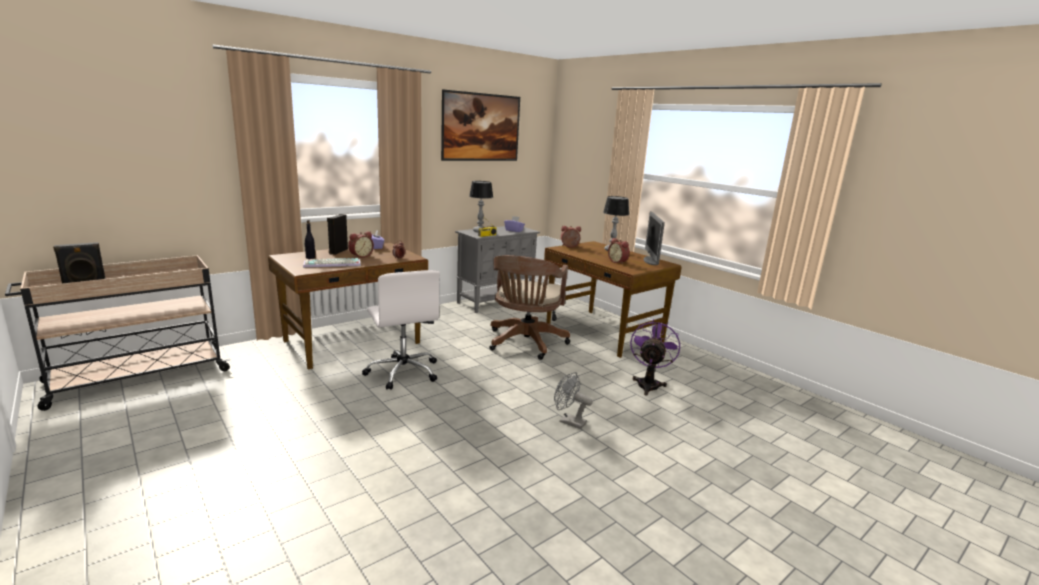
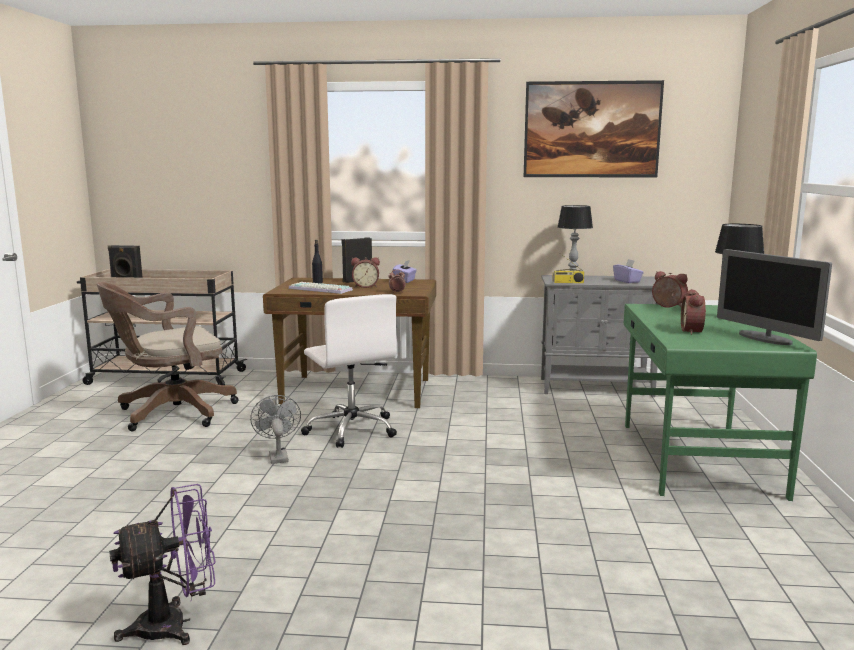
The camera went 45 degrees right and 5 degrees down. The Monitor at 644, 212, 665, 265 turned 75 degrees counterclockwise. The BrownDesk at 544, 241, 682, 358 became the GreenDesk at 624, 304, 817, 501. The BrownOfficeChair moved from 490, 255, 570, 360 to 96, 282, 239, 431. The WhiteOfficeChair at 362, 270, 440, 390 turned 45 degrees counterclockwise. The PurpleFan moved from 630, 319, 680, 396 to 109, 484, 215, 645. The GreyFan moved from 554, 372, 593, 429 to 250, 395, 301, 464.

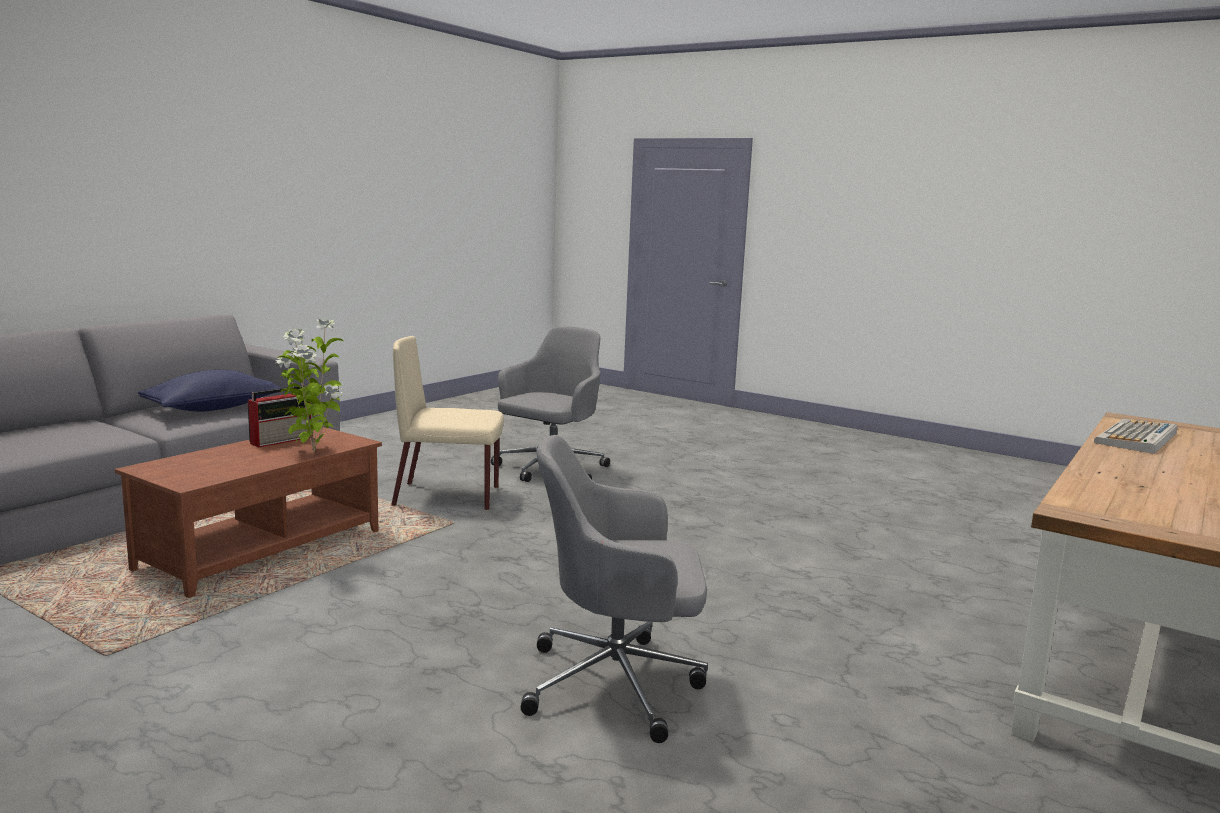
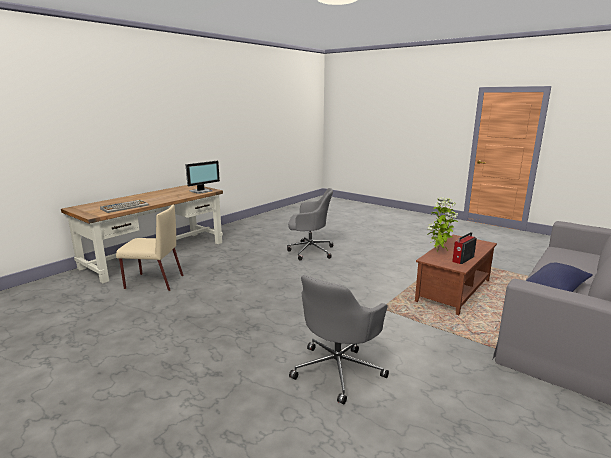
The camera went 175 degrees left and 5 degrees up. The BeigeChair moved from 391, 336, 504, 511 to 116, 205, 184, 291. The Monitor at 185, 161, 220, 194 appeared.

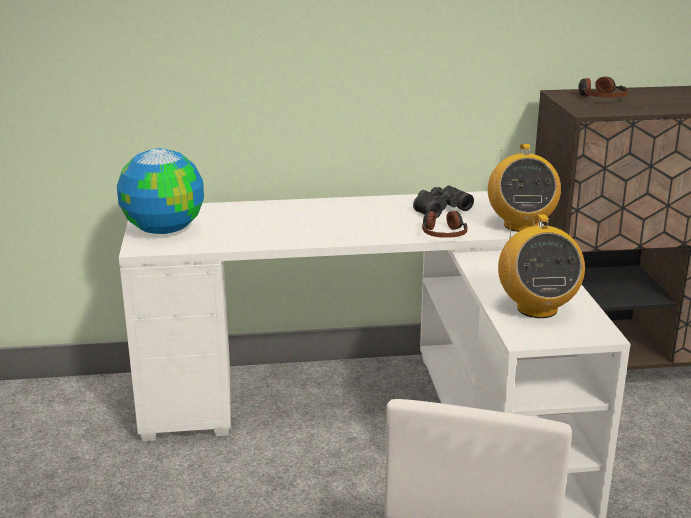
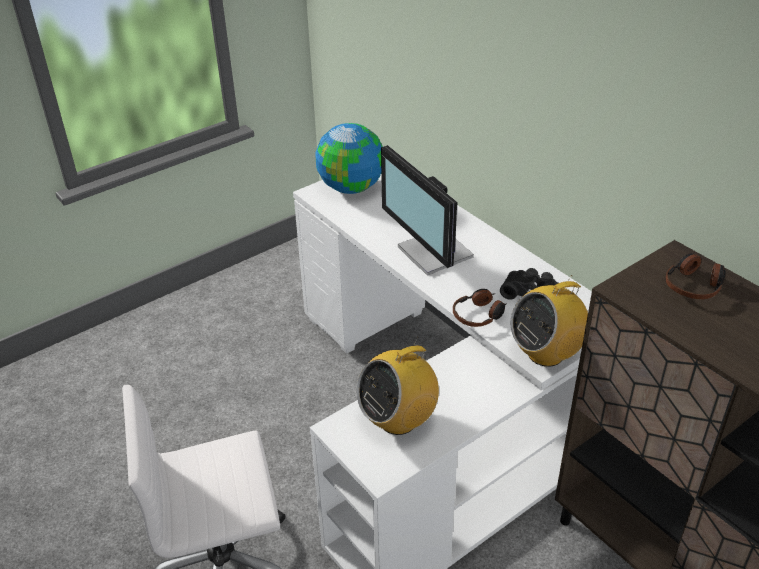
The camera went 60 degrees right and 15 degrees up. The Monitor at 381, 145, 474, 276 appeared.

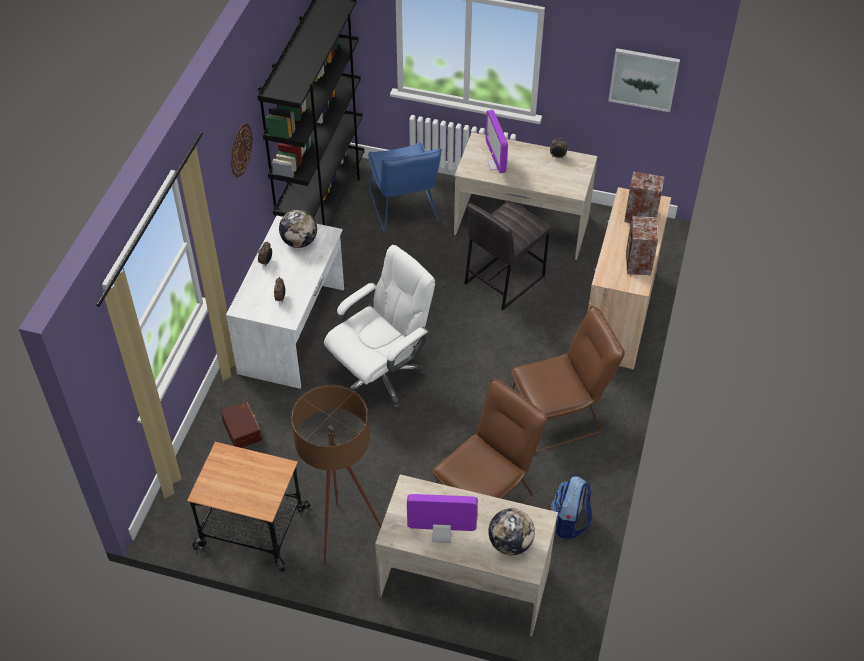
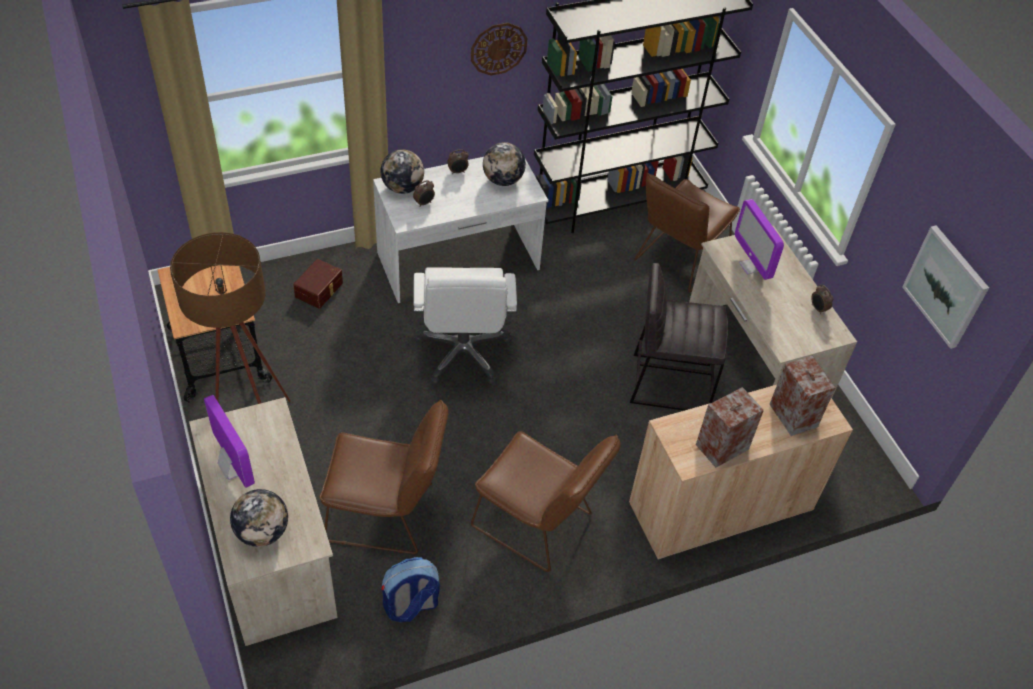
The camera went 50 degrees right and 0 degrees up. The Monitor at 485, 110, 508, 173 turned 60 degrees counterclockwise. The BlueChair at 368, 143, 442, 232 became the BrownChair at 634, 173, 740, 292. The WhiteOfficeChair at 324, 245, 435, 409 turned 75 degrees clockwise. The Globe at 380, 149, 424, 194 appeared.

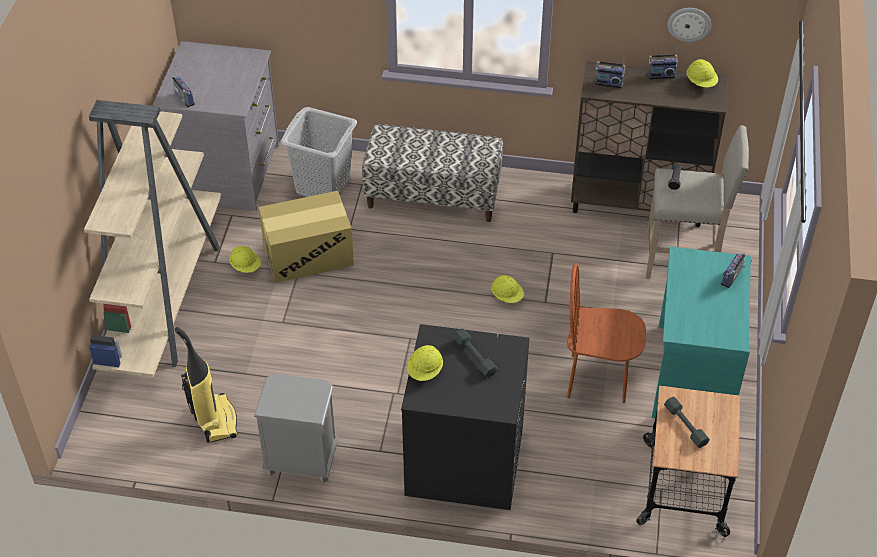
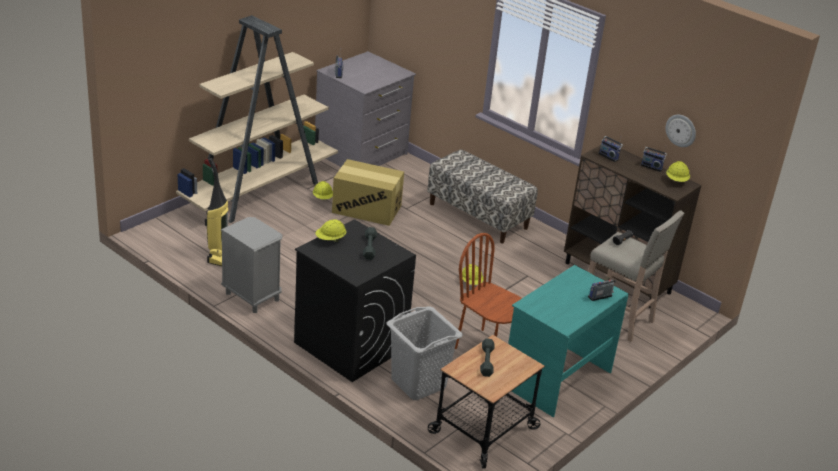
The camera went 30 degrees right and 15 degrees down. The GreyLaundryBasket moved from 281, 107, 357, 197 to 387, 306, 463, 400.

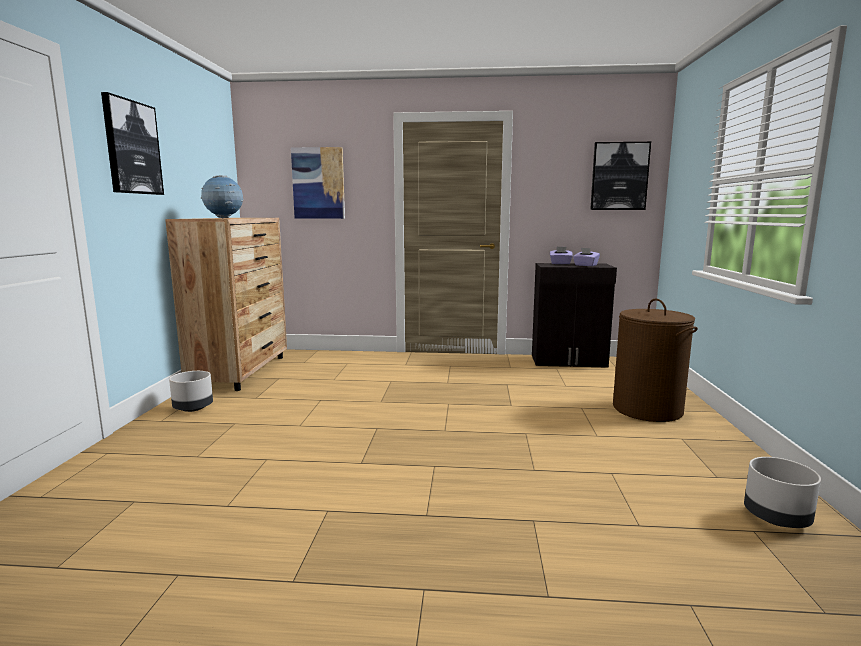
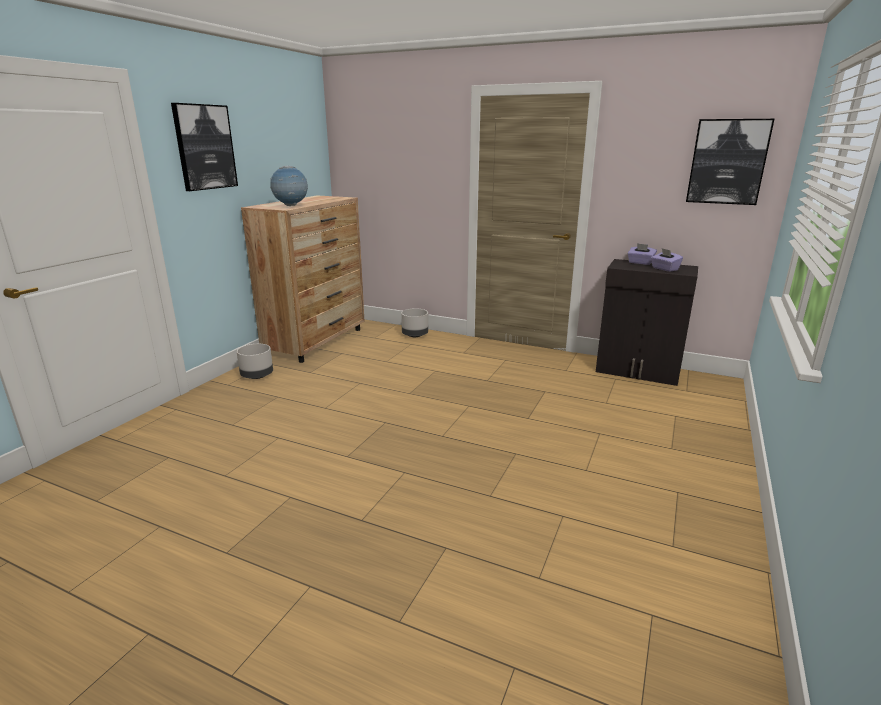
The camera went 20 degrees right and 10 degrees up. The Picture at 291, 147, 345, 219 disappeared. The BrownLaundryBasket at 613, 299, 698, 422 disappeared. The GreyPlanter moved from 744, 457, 821, 528 to 401, 308, 428, 337.

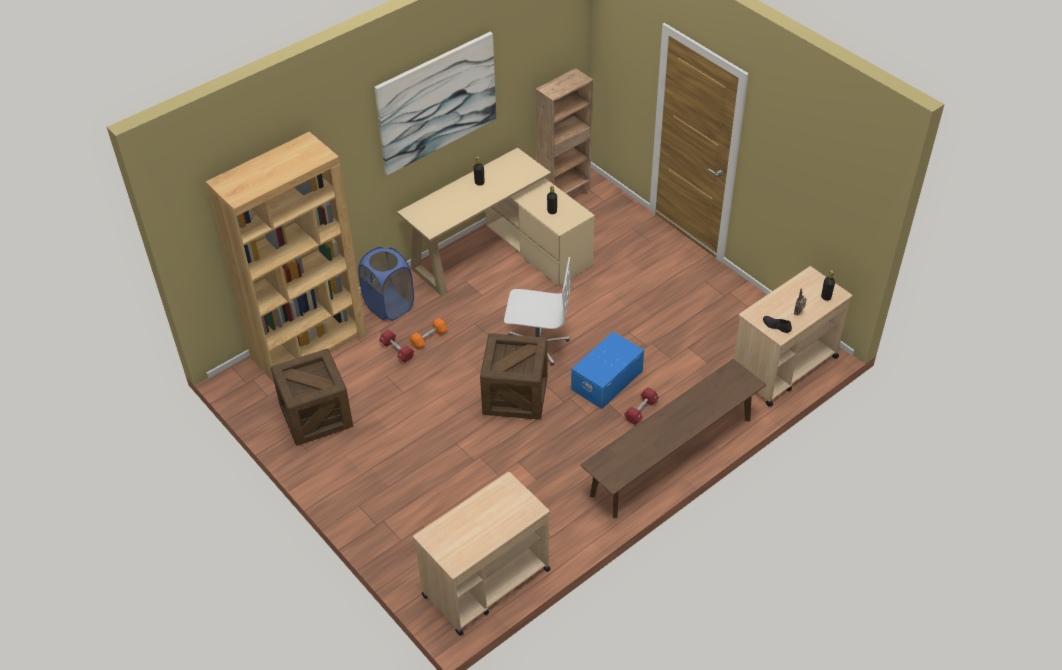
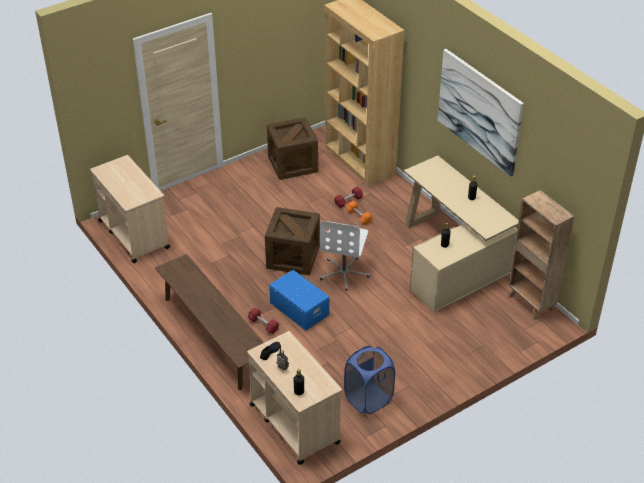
The camera went 95 degrees right and 5 degrees down. The BlueLaundryBasket moved from 358, 247, 414, 321 to 344, 346, 395, 414.

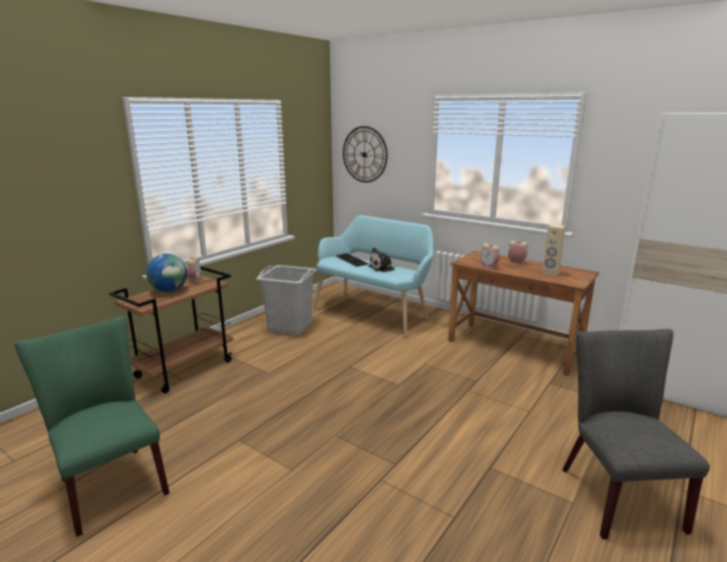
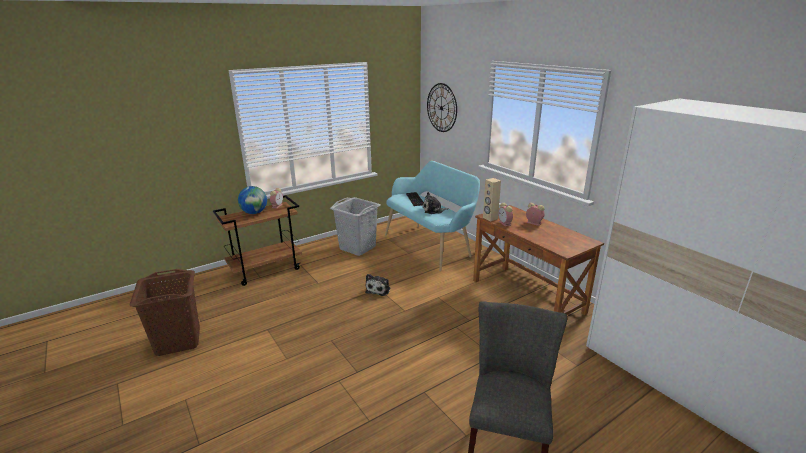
The camera went 20 degrees right and 5 degrees up. The BeigeSpeaker moved from 542, 224, 566, 277 to 483, 178, 501, 221. The GreenChair at 15, 316, 169, 537 was replaced by the BrownLaundryBasket at 129, 269, 200, 356. The PlushToy at 365, 274, 390, 296 appeared.

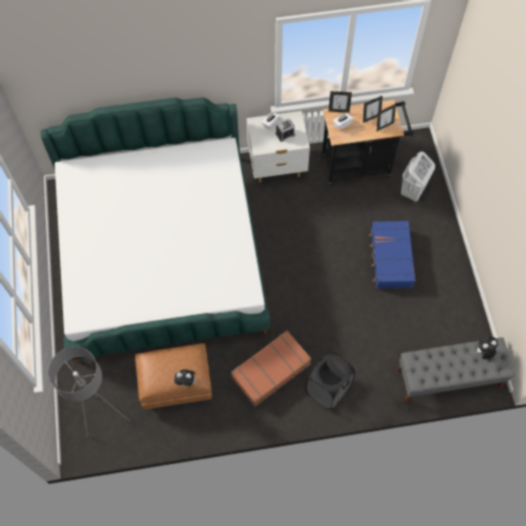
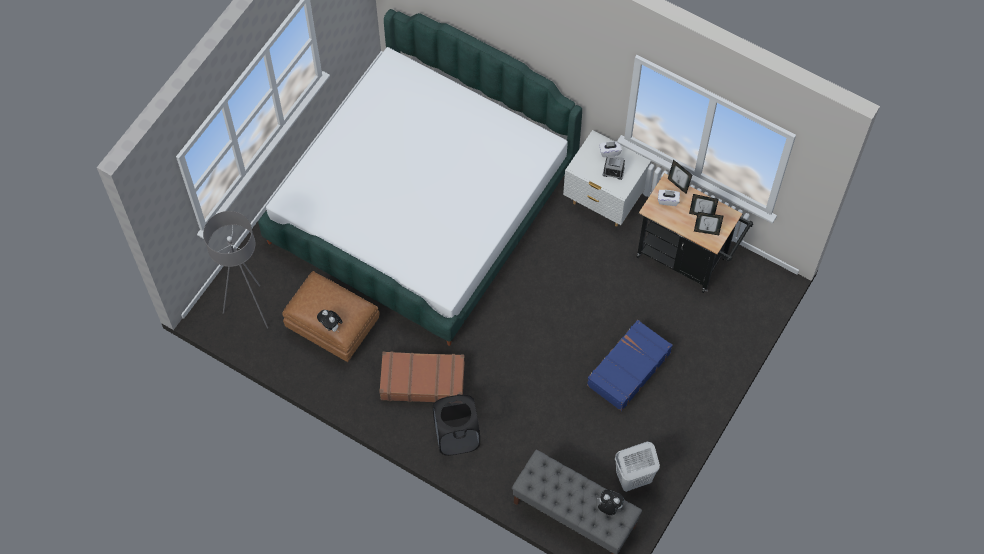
The camera went 40 degrees right and 0 degrees up. The WhiteLaundryBasket moved from 401, 151, 435, 202 to 615, 442, 660, 492.

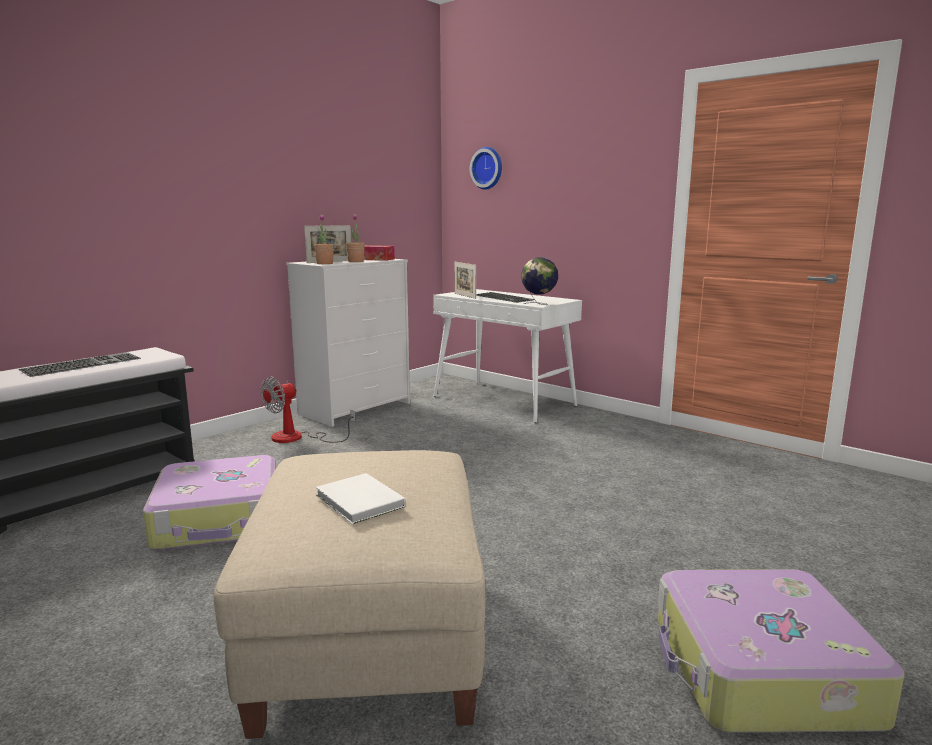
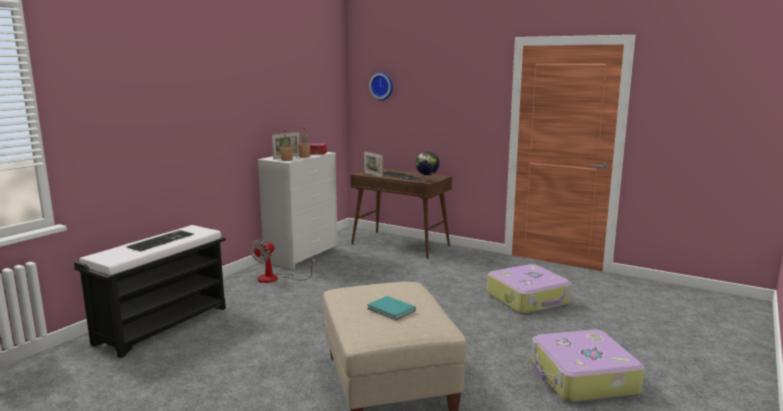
The camera went 10 degrees left and 0 degrees up. The WhiteConsoleTable at 433, 289, 582, 423 became the BrownConsoleTable at 351, 169, 452, 259. The Suitcase moved from 143, 455, 276, 550 to 487, 264, 572, 314. The WhiteBook at 316, 473, 405, 524 became the TurquoiseBook at 367, 296, 416, 320.

